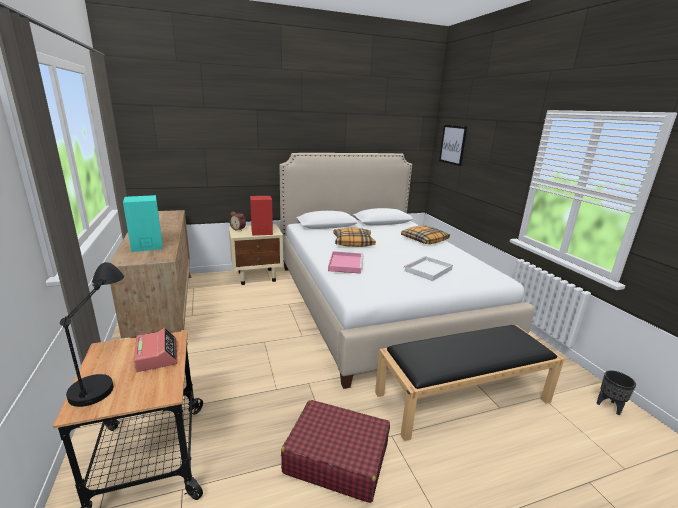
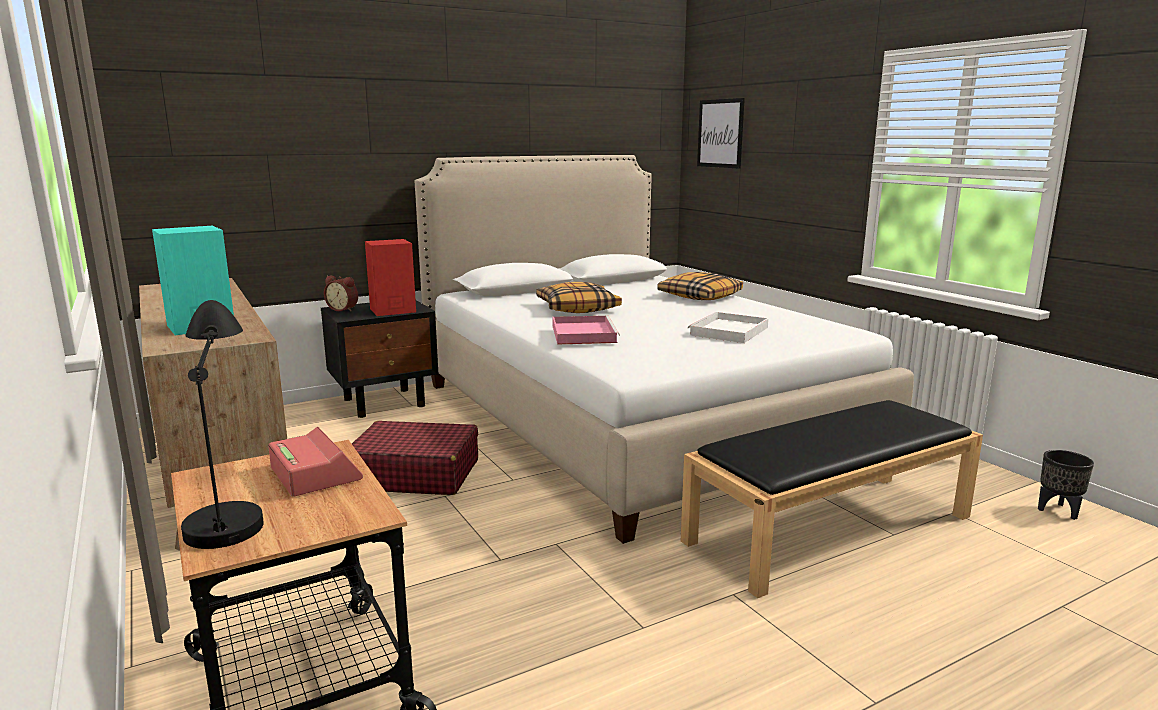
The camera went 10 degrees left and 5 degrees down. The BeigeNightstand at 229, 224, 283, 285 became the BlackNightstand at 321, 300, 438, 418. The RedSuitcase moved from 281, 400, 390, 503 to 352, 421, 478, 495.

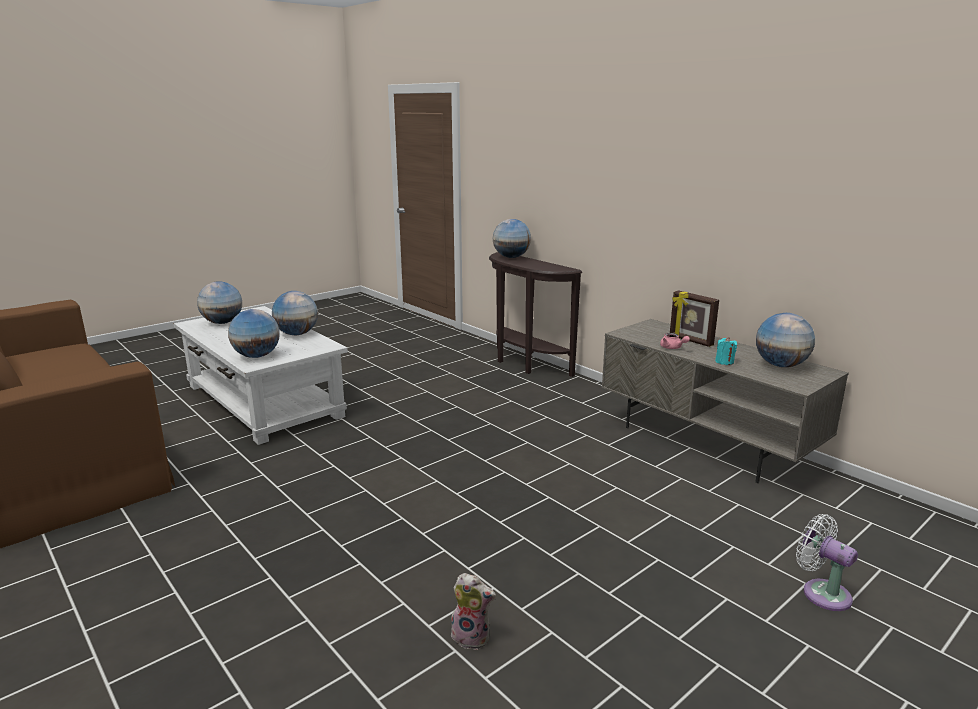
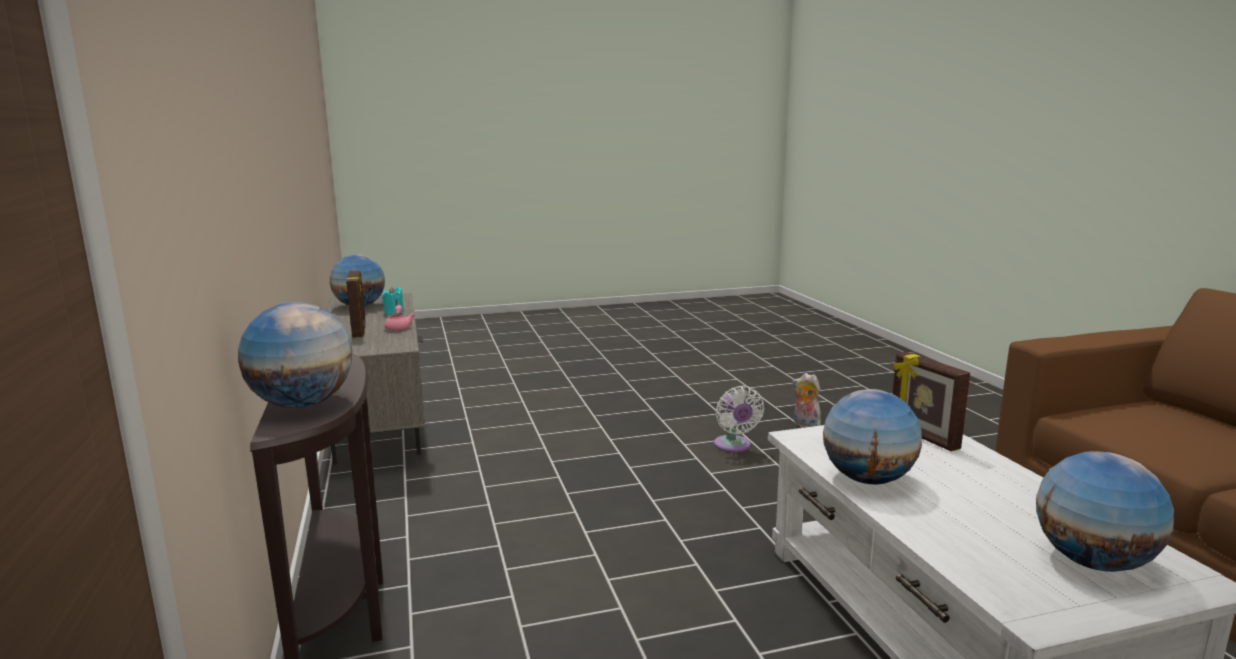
The camera went 155 degrees left and 5 degrees down. The Globe at 228, 309, 280, 358 was replaced by the PictureFrame at 892, 352, 970, 451. The WhiteFan moved from 796, 514, 858, 611 to 714, 386, 764, 452. The PlushToy moved from 451, 573, 496, 650 to 792, 373, 821, 428.

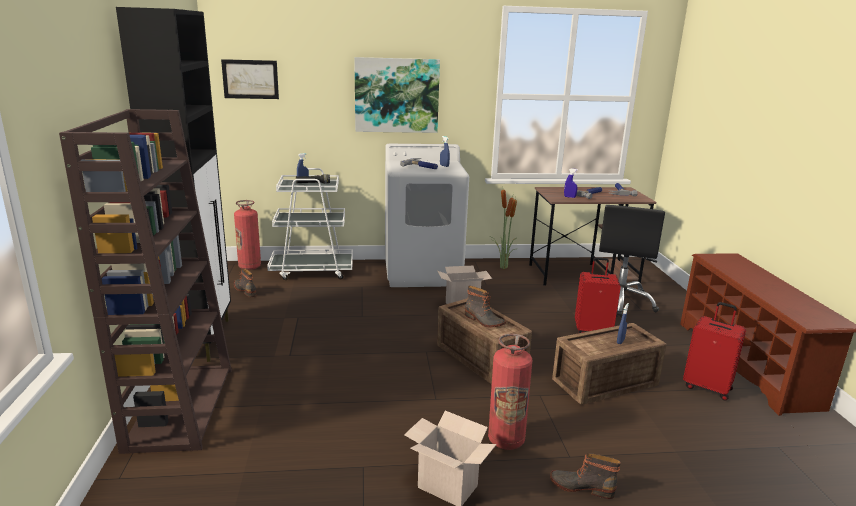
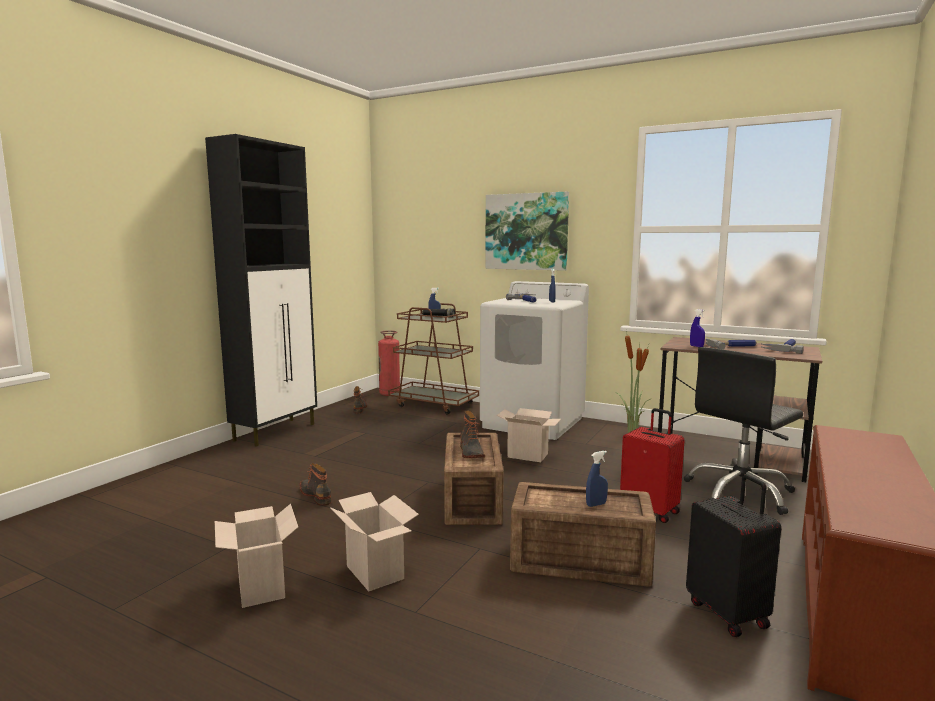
The camera went 35 degrees right and 10 degrees down. The Picture at 221, 59, 279, 99 disappeared. The BrownBookcase at 59, 109, 232, 454 disappeared. The WhiteCart at 267, 168, 353, 280 became the BrownCart at 388, 303, 479, 415. The RedSuitcase at 683, 302, 746, 400 became the BlackSuitcase at 686, 474, 781, 637. The FireExtinguisher at 488, 334, 532, 450 was replaced by the CardboardBox at 330, 492, 419, 592. The Boot moved from 550, 454, 621, 499 to 300, 463, 331, 506.

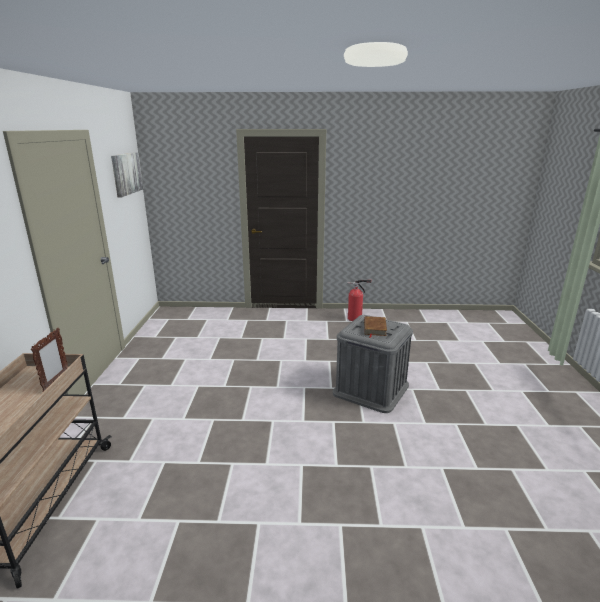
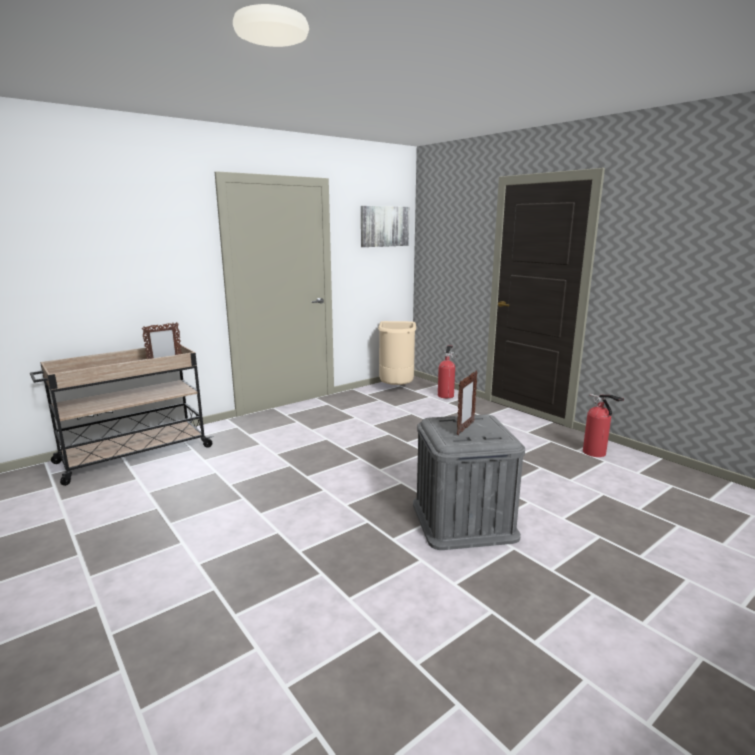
The camera went 50 degrees right and 5 degrees down. The BrownBook at 364, 316, 387, 338 was replaced by the PictureFrame at 457, 370, 478, 435. The BeigeTrashCan at 378, 321, 416, 385 appeared. The FireExtinguisher at 438, 345, 457, 398 appeared.

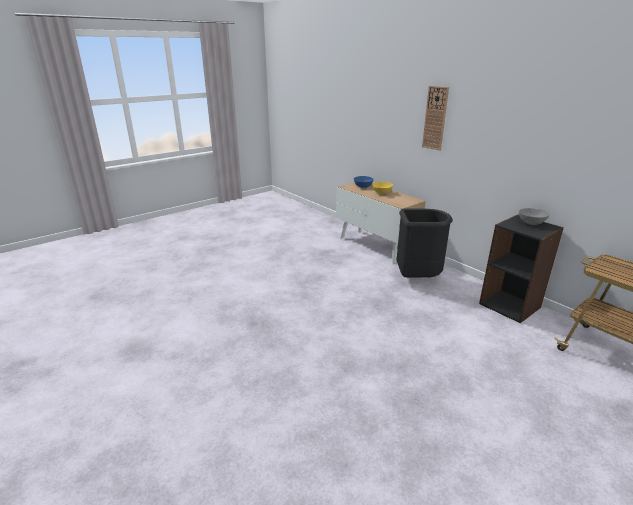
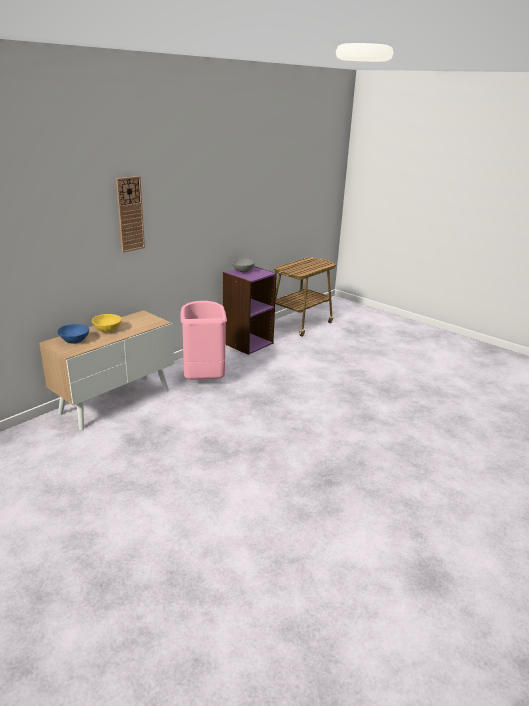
The camera went 100 degrees left and 0 degrees up. The BlackTrashCan at 397, 208, 453, 278 became the PinkTrashCan at 180, 301, 227, 380. The BlackBookcase at 479, 214, 564, 323 became the PurpleBookcase at 222, 266, 277, 355.

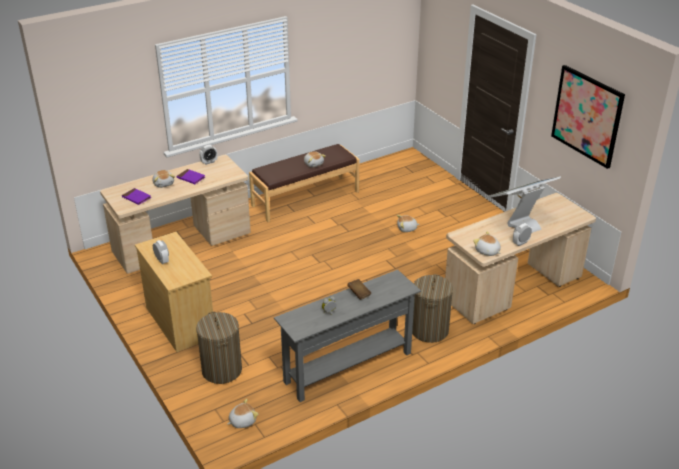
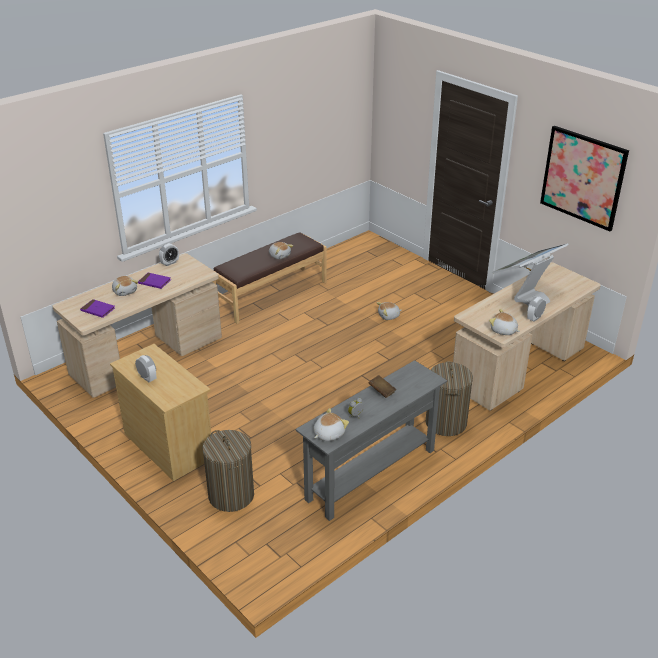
The camera went 10 degrees left and 0 degrees up. The PlushToy moved from 227, 399, 258, 428 to 313, 408, 349, 441.

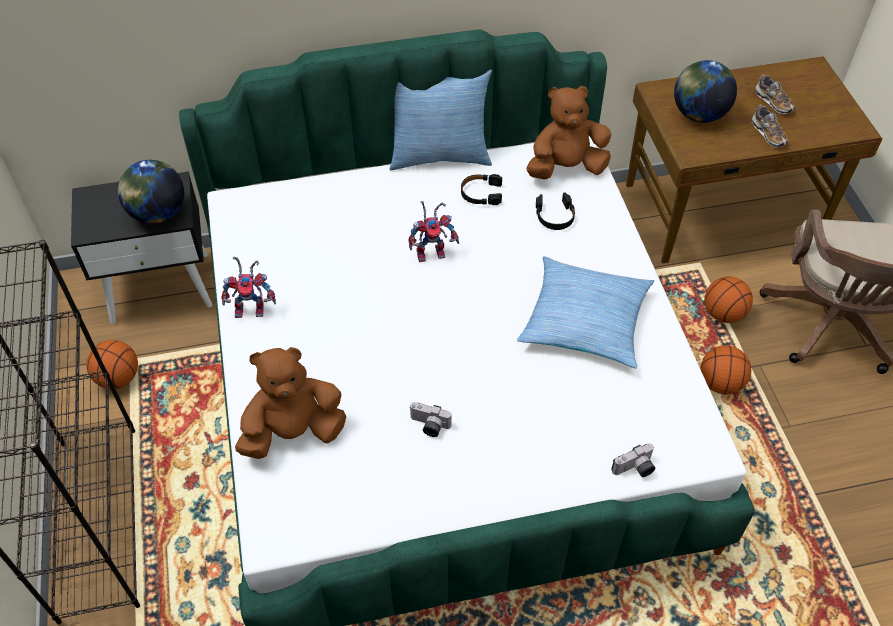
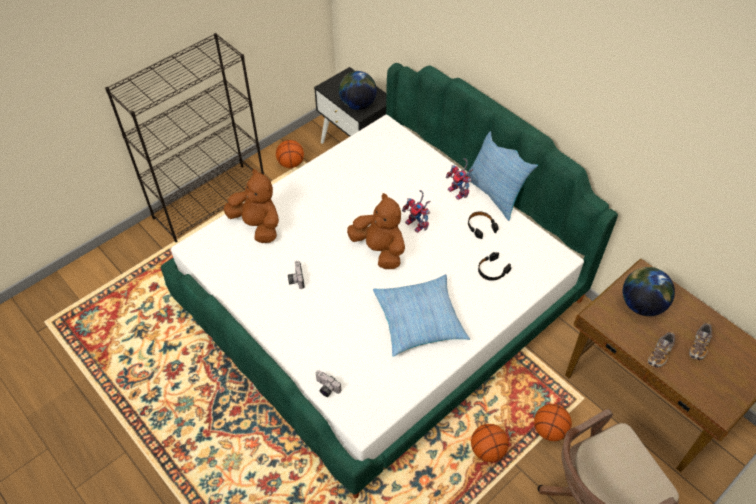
The camera went 60 degrees right and 0 degrees up. The BrownPlushToy moved from 526, 86, 611, 179 to 347, 193, 405, 269. The ToyRobot moved from 221, 257, 276, 318 to 446, 158, 473, 200.

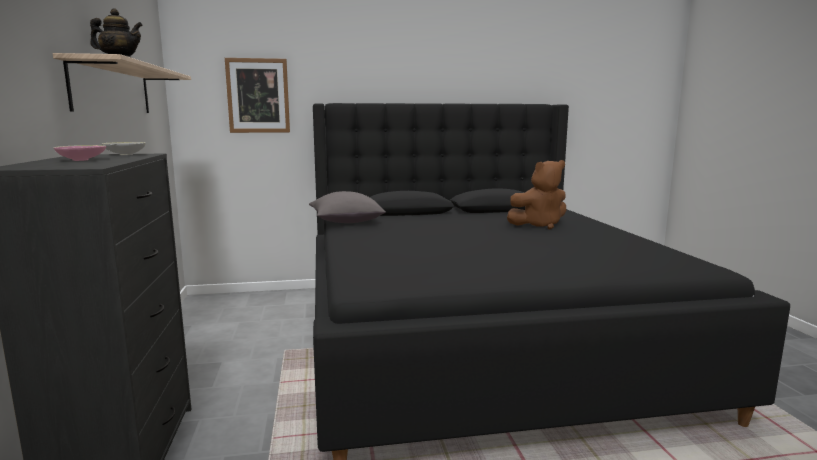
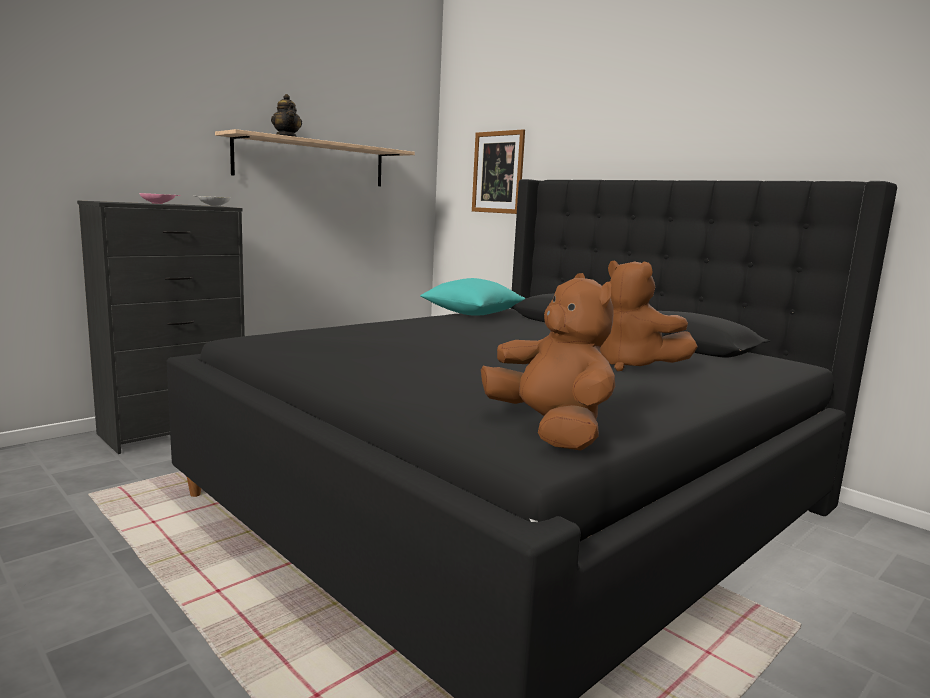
The camera went 55 degrees right and 0 degrees up. The GreyPillow at 309, 191, 386, 223 became the TurquoisePillow at 420, 278, 525, 316. The BrownPlushToy at 481, 273, 615, 451 appeared.

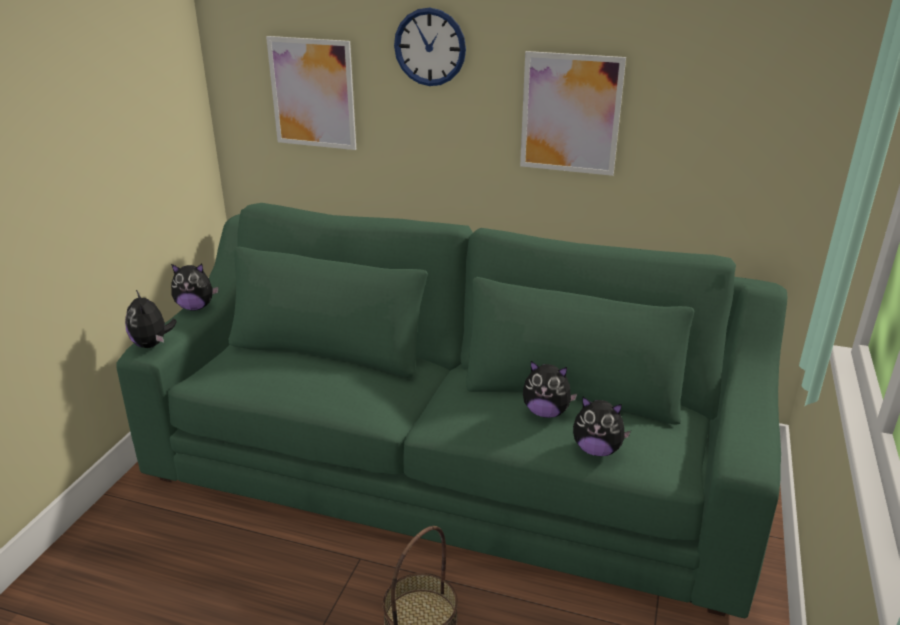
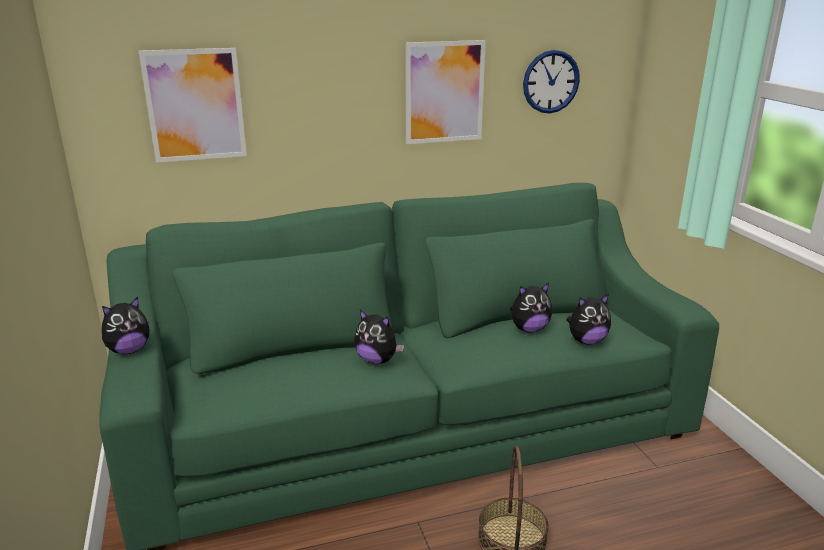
The camera went 35 degrees left and 5 degrees down. The WallClock moved from 394, 8, 466, 86 to 523, 50, 580, 114. The PlushToy moved from 125, 290, 177, 348 to 354, 310, 404, 364.

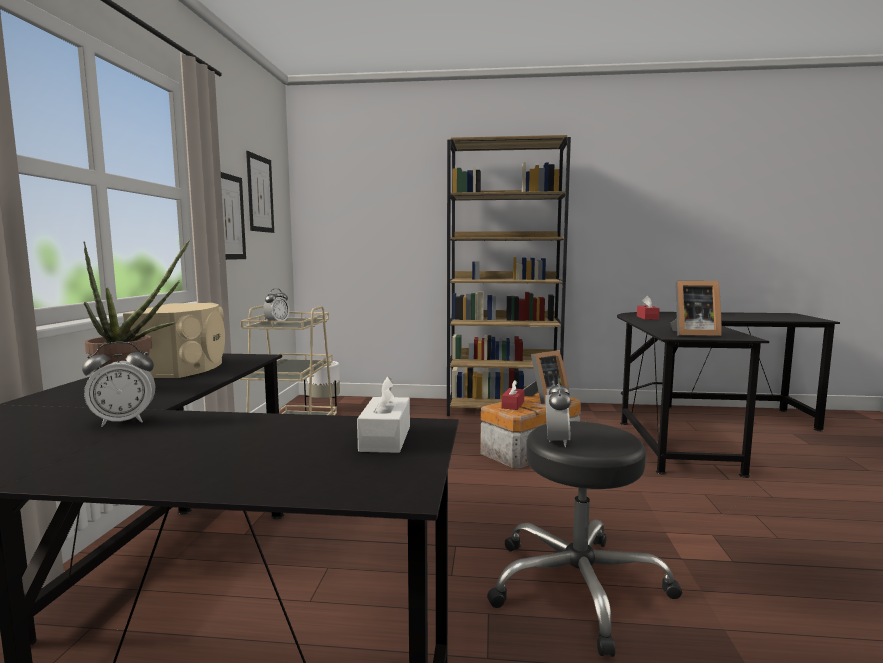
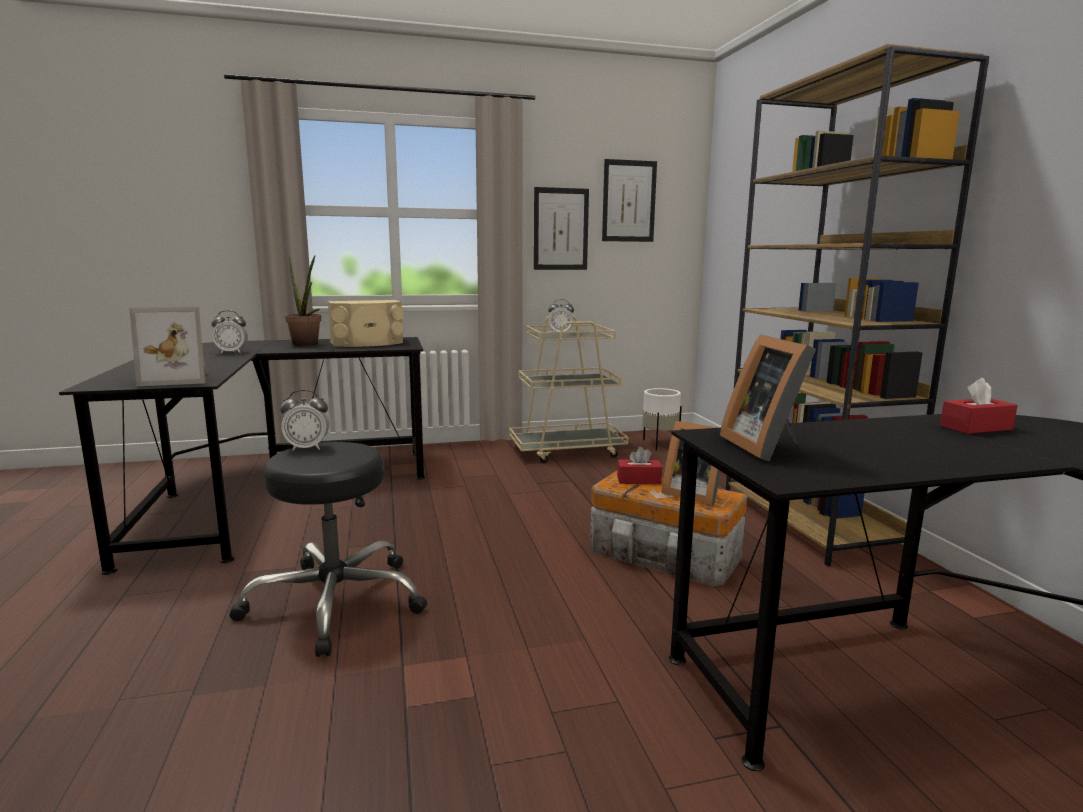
The camera went 70 degrees right and 5 degrees up. The AlarmClock at 82, 342, 155, 427 turned 60 degrees counterclockwise. The WhiteTissueBox at 357, 376, 410, 453 was replaced by the PictureFrame at 129, 307, 208, 386.

